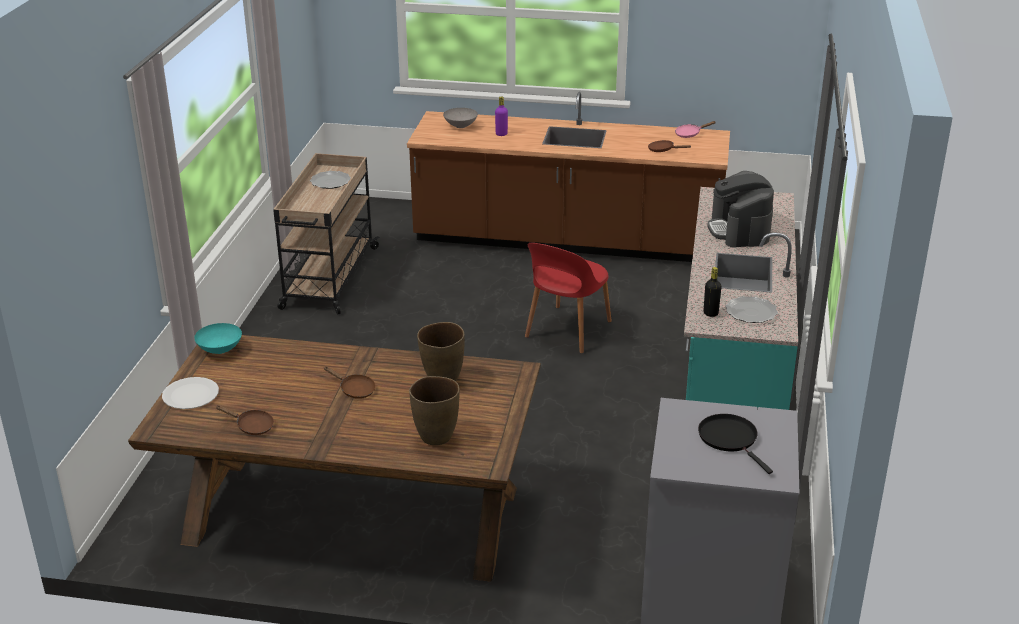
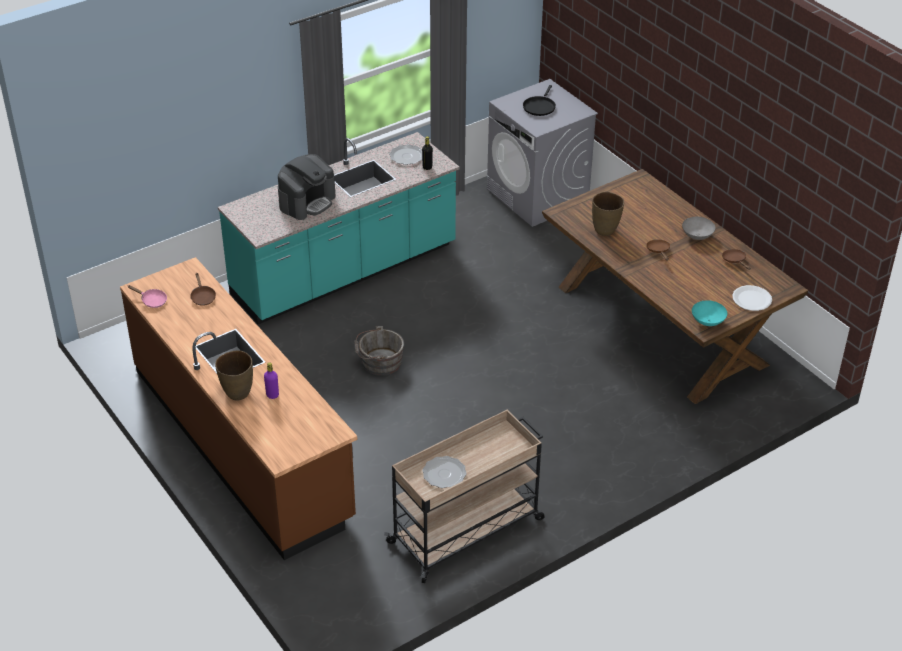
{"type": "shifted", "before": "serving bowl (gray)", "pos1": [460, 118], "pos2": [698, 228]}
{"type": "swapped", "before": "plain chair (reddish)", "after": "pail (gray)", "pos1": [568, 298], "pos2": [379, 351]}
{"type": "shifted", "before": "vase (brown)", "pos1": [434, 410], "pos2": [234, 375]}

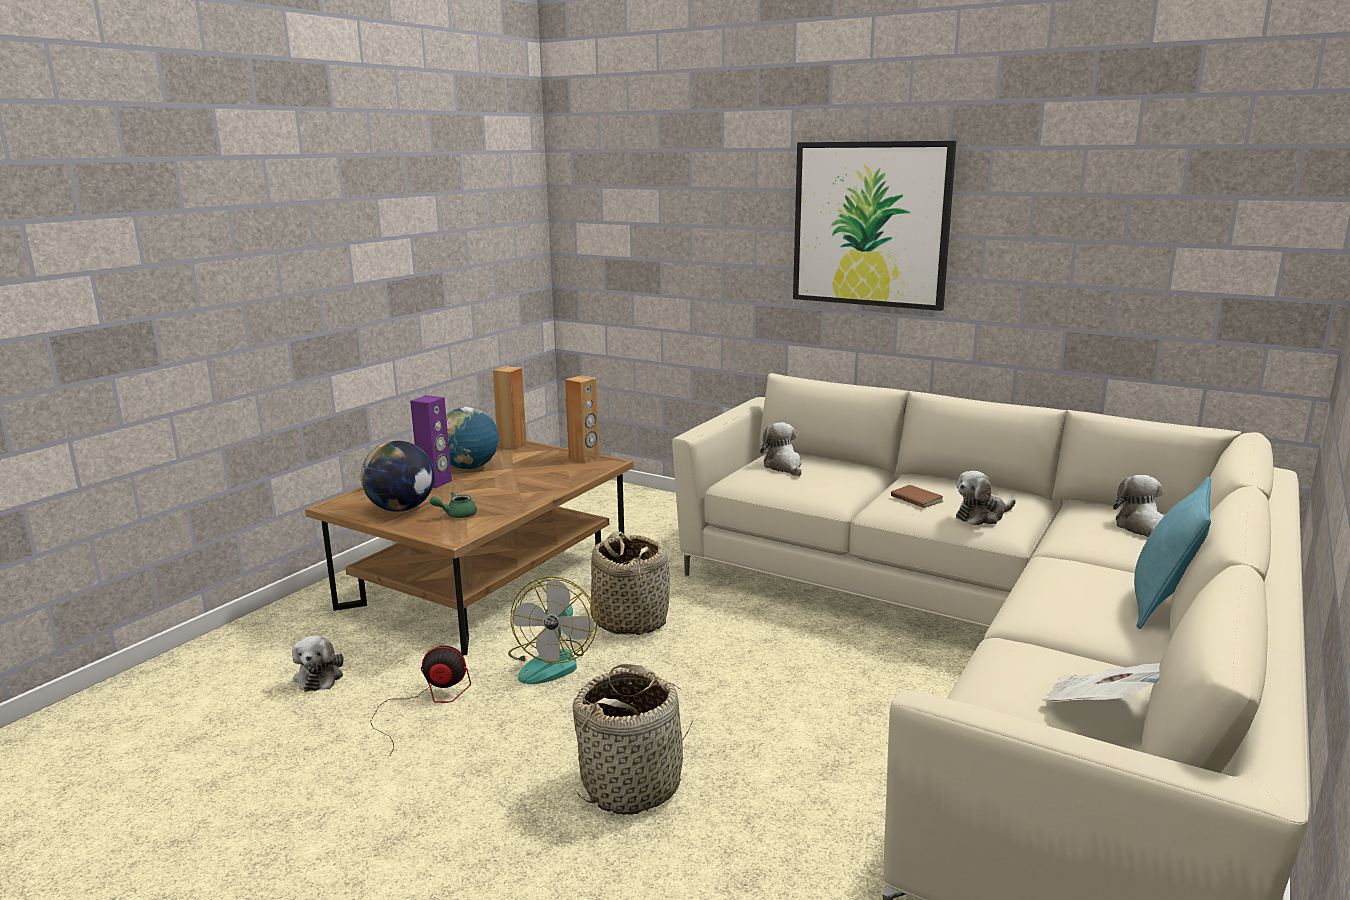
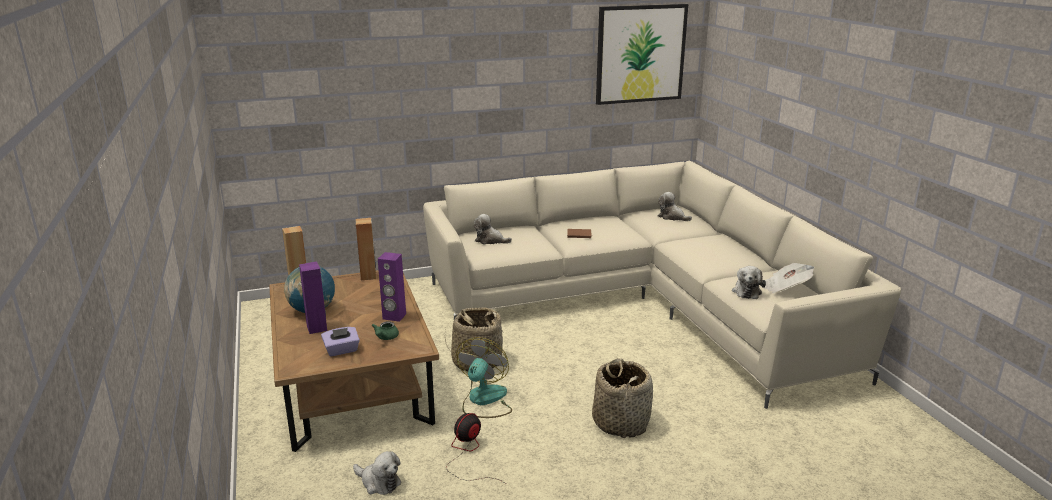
{"type": "shifted", "before": "wall art", "pos1": [874, 226], "pos2": [642, 54]}
{"type": "swapped", "before": "world globe", "after": "tissue holder (purplish)", "pos1": [398, 476], "pos2": [340, 341]}
{"type": "shifted", "before": "soft toy", "pos1": [986, 498], "pos2": [749, 282]}
{"type": "gone", "before": "throw pillow (turquoise-coloured)", "pos1": [1172, 553]}
{"type": "rotated", "before": "fan", "pos1": [552, 630], "pos2": [484, 377], "turn": -120}
{"type": "new", "after": "loudspeaker (purplish)", "pos2": [392, 287]}

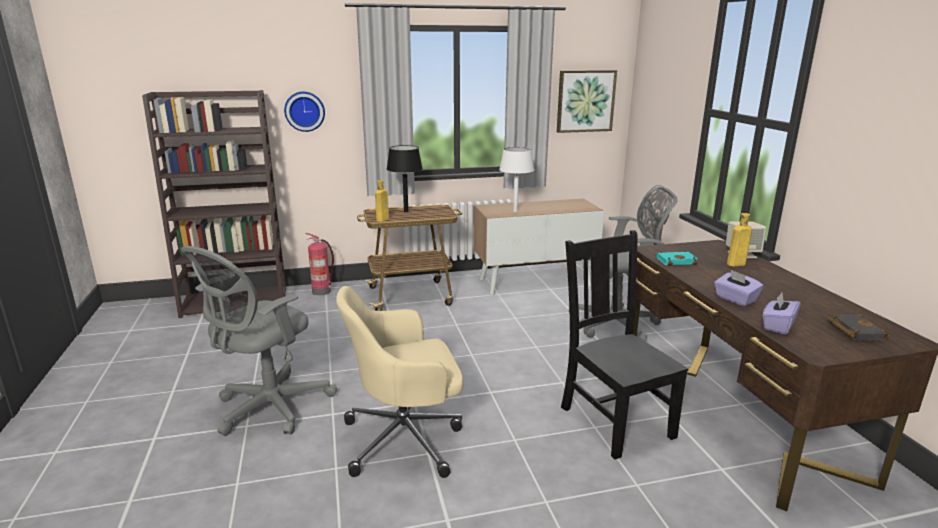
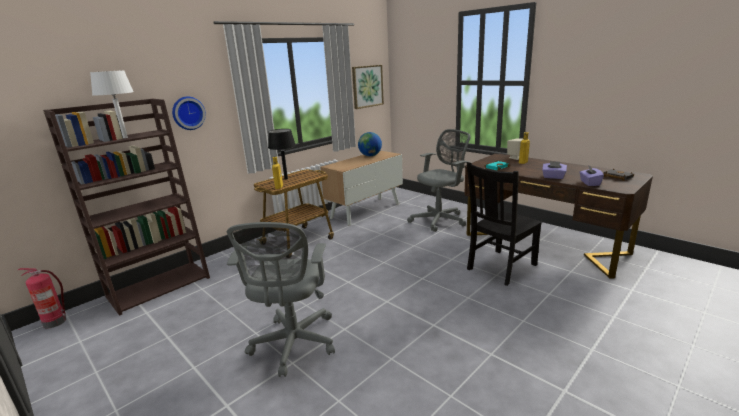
{"type": "shifted", "before": "tabletop lamp (whitish)", "pos1": [516, 179], "pos2": [112, 104]}
{"type": "rotated", "before": "plain chair (black-coloured)", "pos1": [624, 344], "pos2": [504, 224], "turn": -75}
{"type": "shifted", "before": "fire extinguisher", "pos1": [319, 264], "pos2": [42, 298]}
{"type": "gone", "before": "desk chair (beige)", "pos1": [400, 382]}
{"type": "new", "after": "world globe", "pos2": [370, 144]}

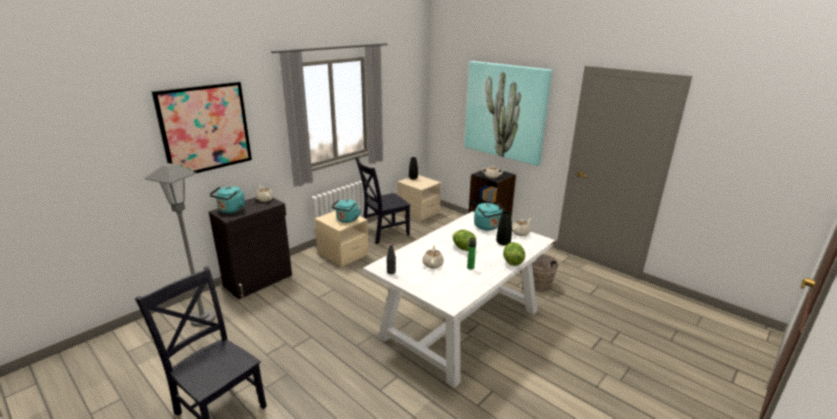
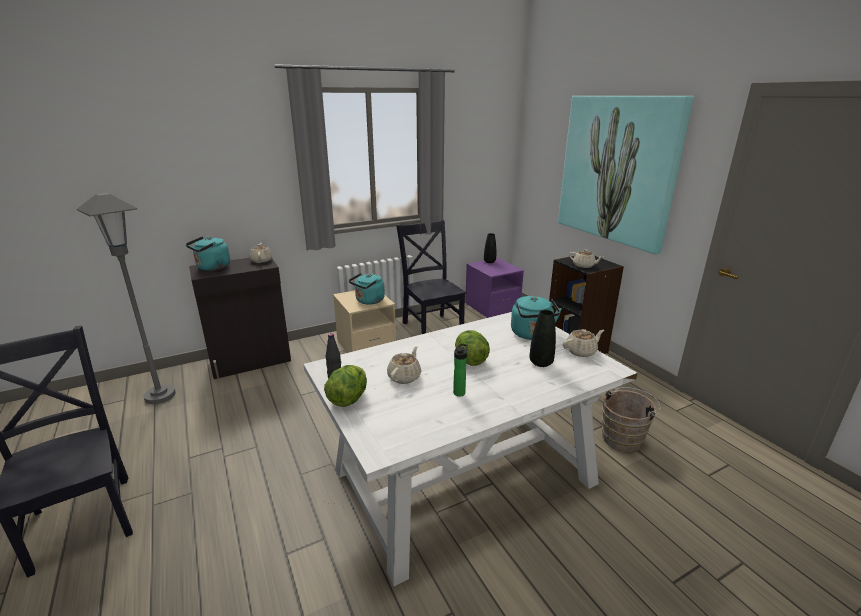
{"type": "gone", "before": "wall art", "pos1": [201, 127]}
{"type": "rotated", "before": "plain chair (black-coloured)", "pos1": [382, 200], "pos2": [431, 276], "turn": 75}
{"type": "repainted", "before": "nightstand (beige)", "after": "nightstand (purplish)", "pos1": [419, 198], "pos2": [494, 288]}
{"type": "shifted", "before": "lettuce head", "pos1": [514, 254], "pos2": [345, 386]}

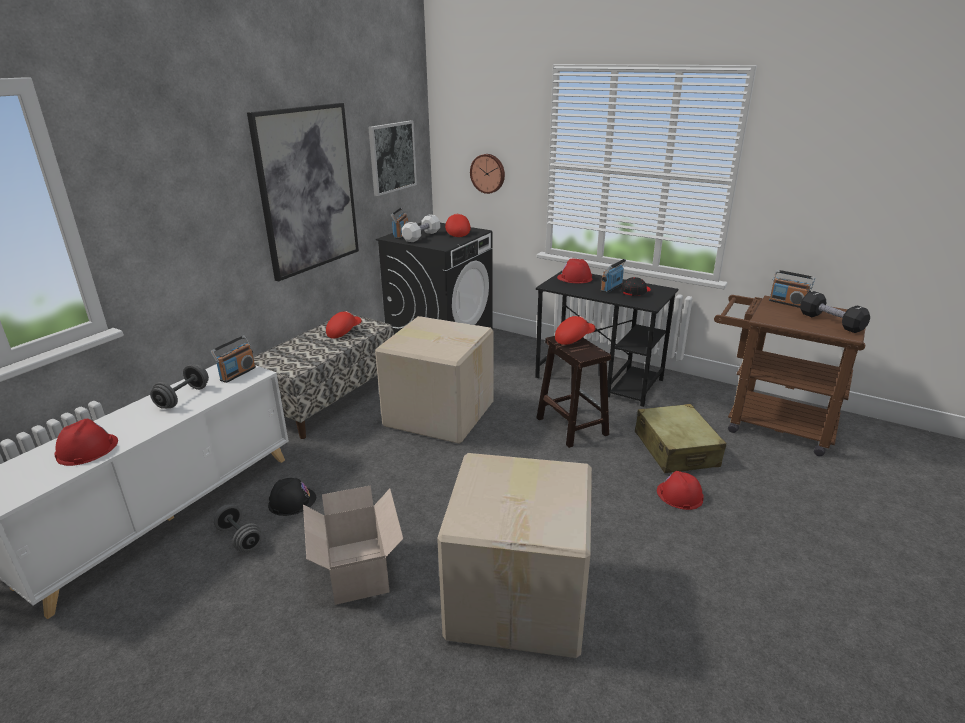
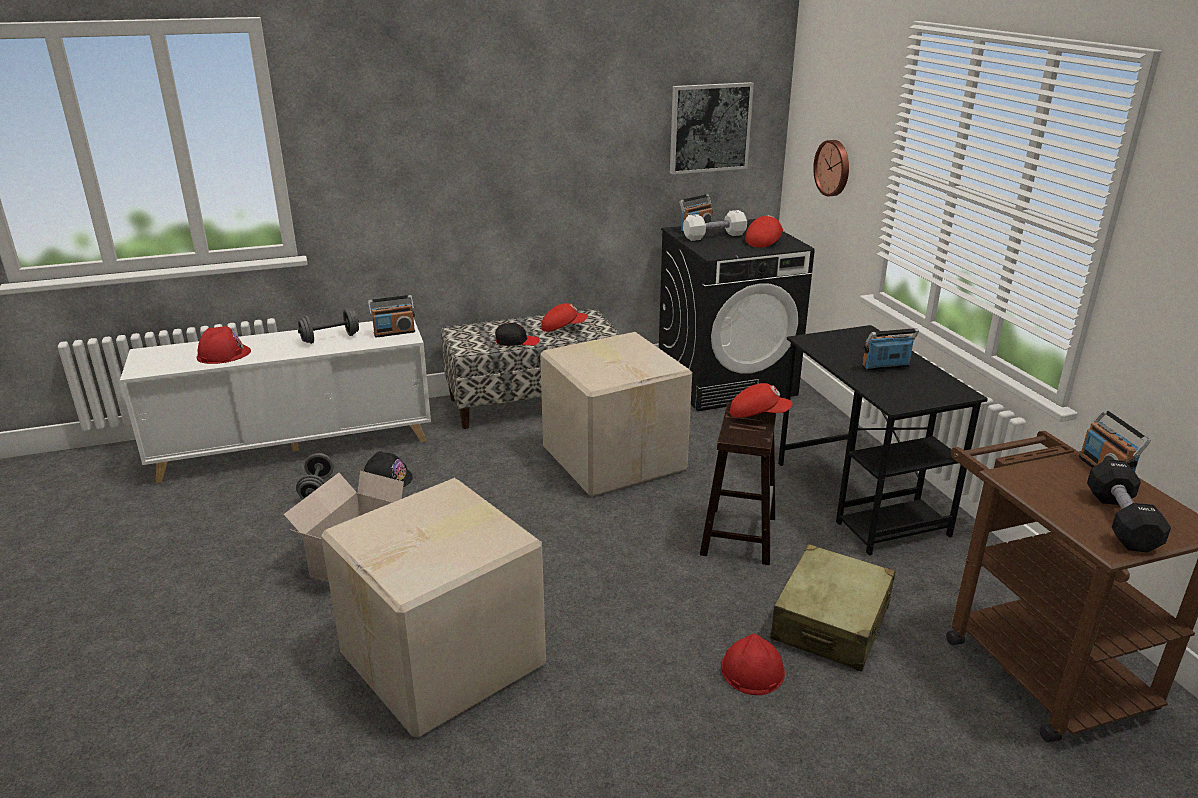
{"type": "gone", "before": "wall art", "pos1": [303, 192]}
{"type": "gone", "before": "safety helmet (reddish)", "pos1": [574, 271]}
{"type": "shifted", "before": "cap (black-coloured)", "pos1": [636, 286], "pos2": [517, 334]}

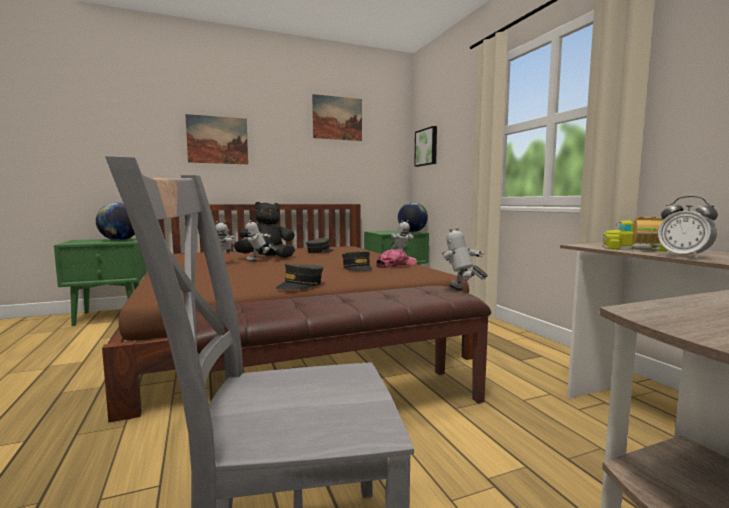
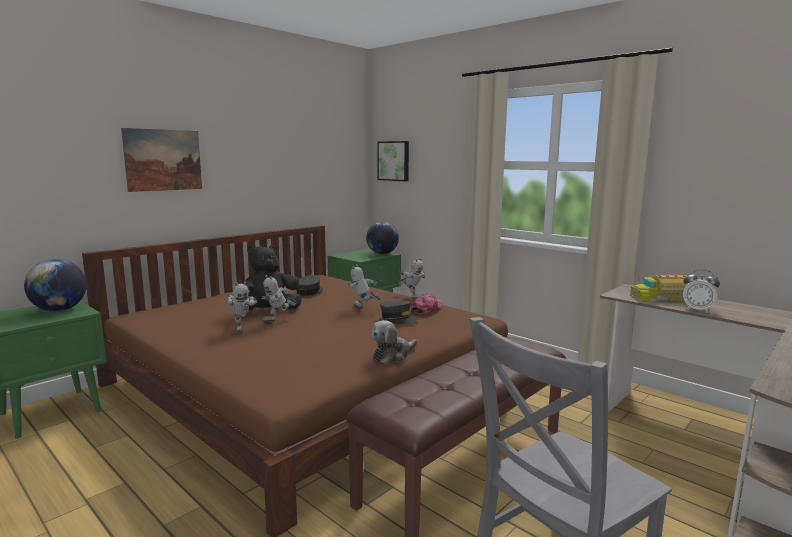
{"type": "gone", "before": "wall art", "pos1": [337, 117]}
{"type": "shifted", "before": "model robot", "pos1": [465, 259], "pos2": [364, 286]}
{"type": "swapped", "before": "cap (gray)", "after": "soft toy", "pos1": [299, 277], "pos2": [394, 342]}

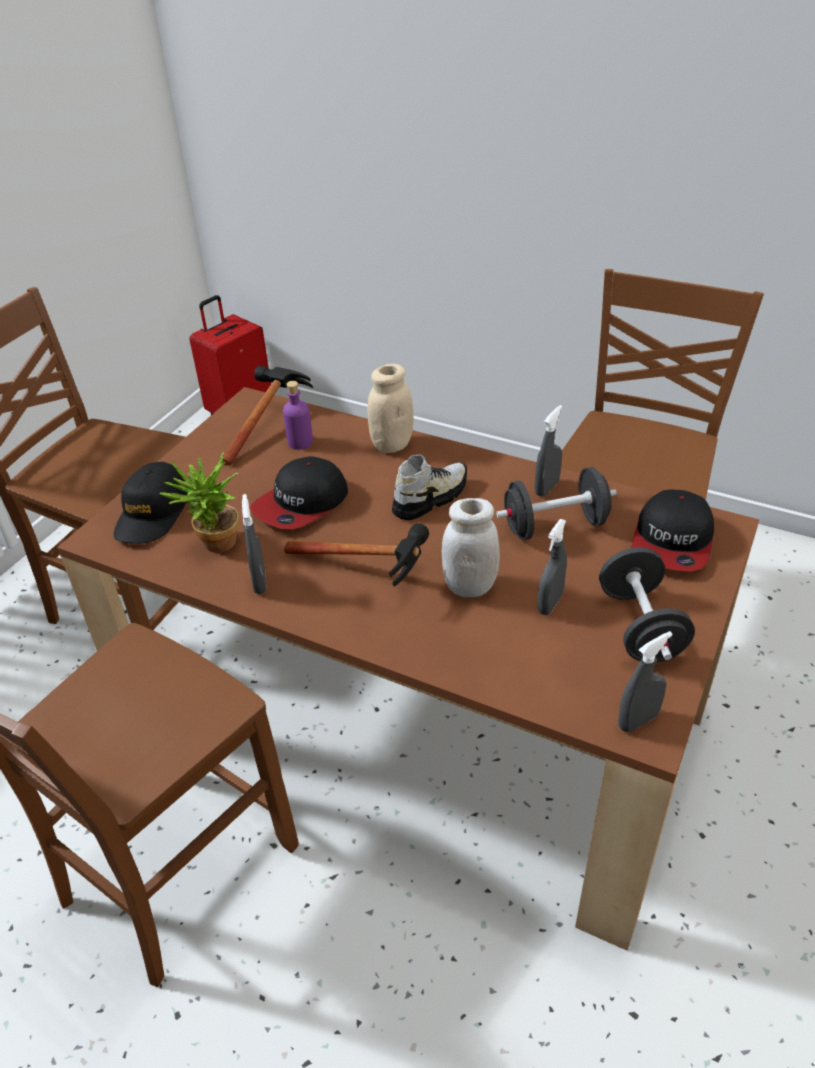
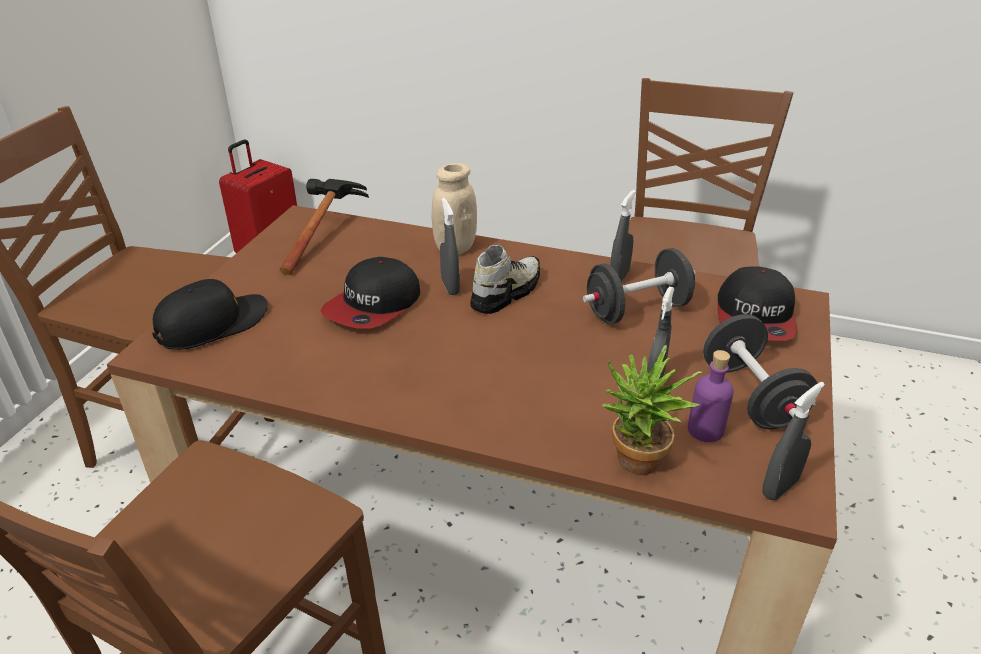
{"type": "shifted", "before": "drink bottle (purplish)", "pos1": [298, 415], "pos2": [711, 396]}
{"type": "shifted", "before": "houseplant", "pos1": [200, 502], "pos2": [652, 410]}
{"type": "rotated", "before": "cap (black-coloured)", "pos1": [151, 503], "pos2": [210, 314], "turn": -135}
{"type": "shifted", "before": "hand sprayer (gray)", "pos1": [254, 544], "pos2": [450, 246]}
{"type": "gone", "before": "jar (whitish)", "pos1": [471, 547]}
{"type": "gone", "before": "hammer", "pos1": [356, 554]}

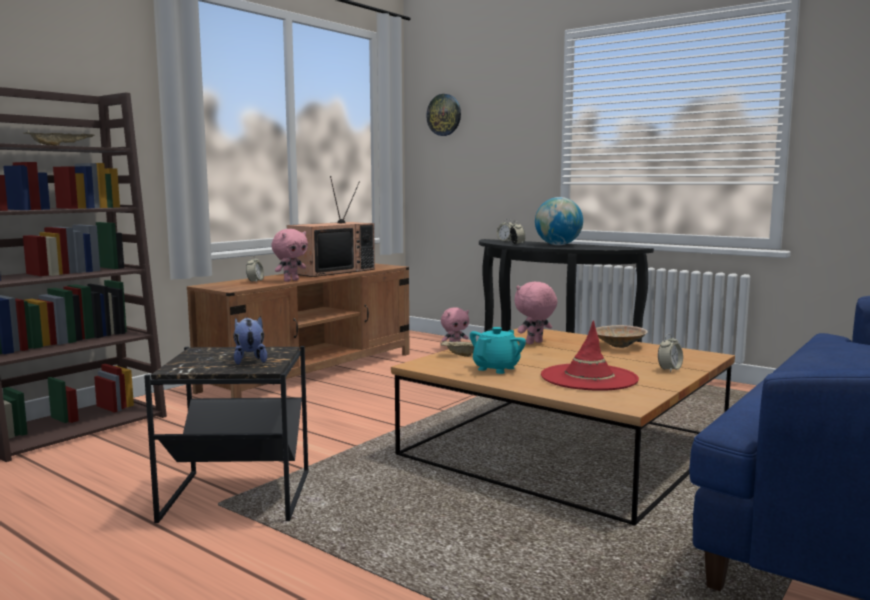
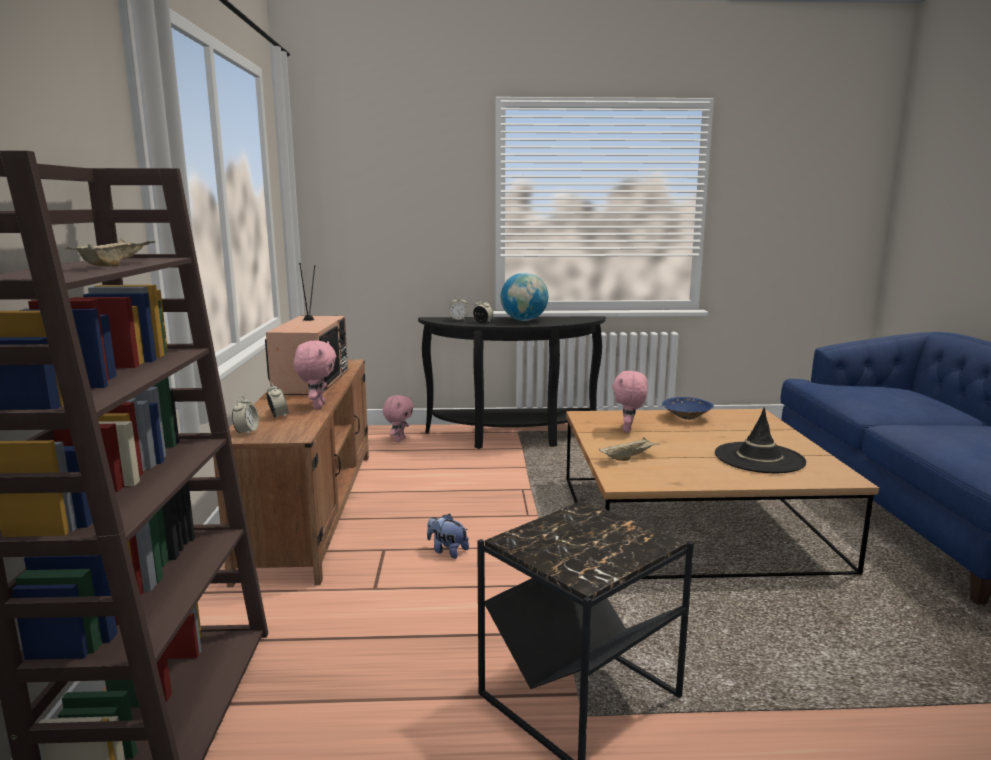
{"type": "gone", "before": "hanging clock", "pos1": [443, 115]}
{"type": "shifted", "before": "soft toy", "pos1": [250, 340], "pos2": [448, 536]}
{"type": "repainted", "before": "wearable hat (reddish)", "after": "wearable hat (black-coloured)", "pos1": [590, 355], "pos2": [760, 440]}
{"type": "repainted", "before": "serving bowl (beige)", "after": "serving bowl (blue)", "pos1": [622, 336], "pos2": [688, 408]}
{"type": "gone", "before": "pot for tea (turquoise-coloured)", "pos1": [498, 350]}
{"type": "shifted", "before": "bedside clock", "pos1": [670, 353], "pos2": [245, 415]}

